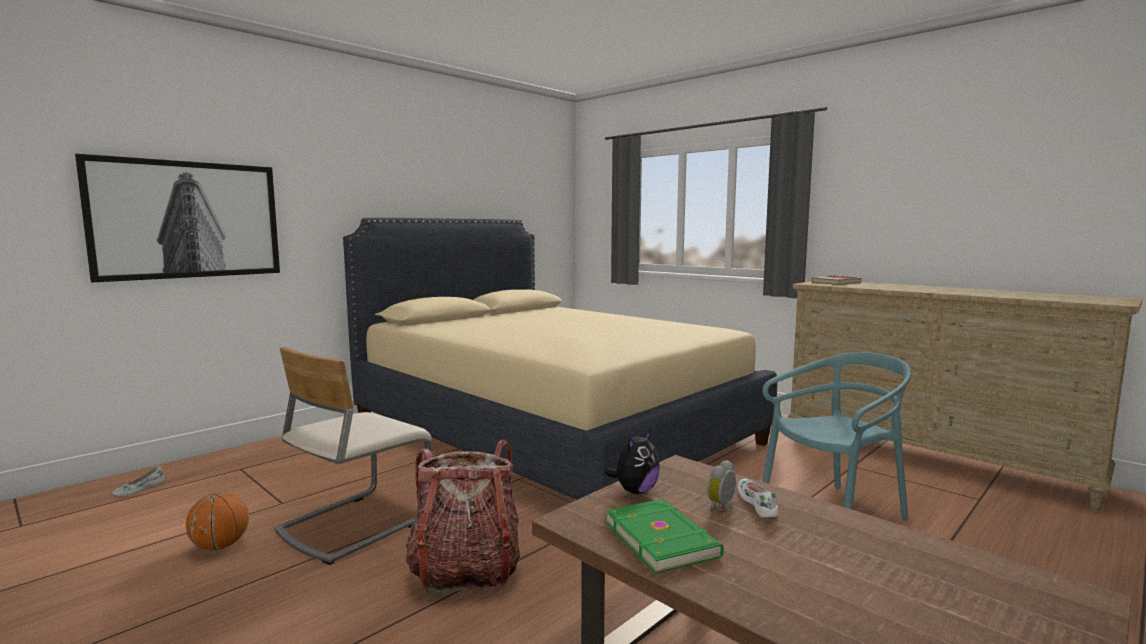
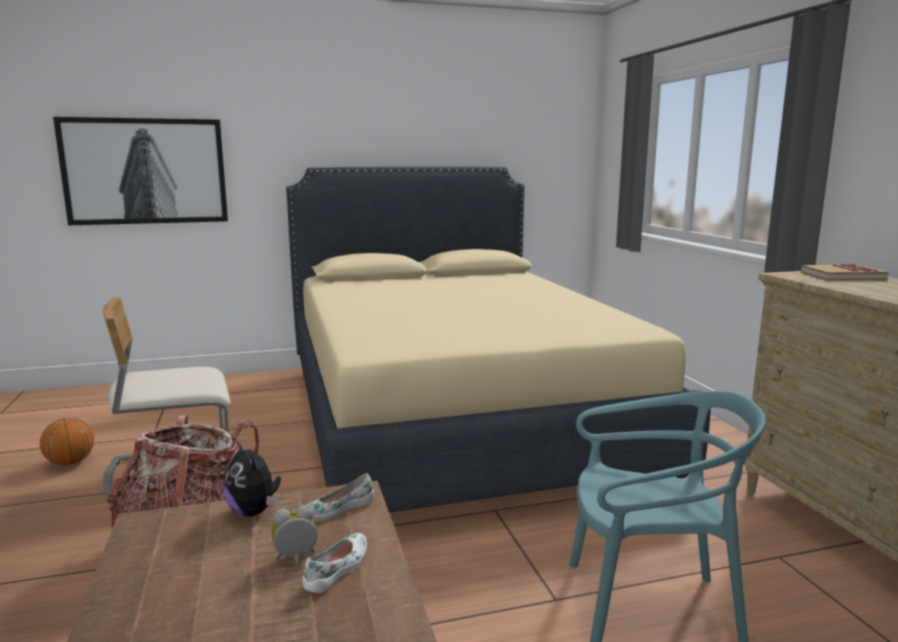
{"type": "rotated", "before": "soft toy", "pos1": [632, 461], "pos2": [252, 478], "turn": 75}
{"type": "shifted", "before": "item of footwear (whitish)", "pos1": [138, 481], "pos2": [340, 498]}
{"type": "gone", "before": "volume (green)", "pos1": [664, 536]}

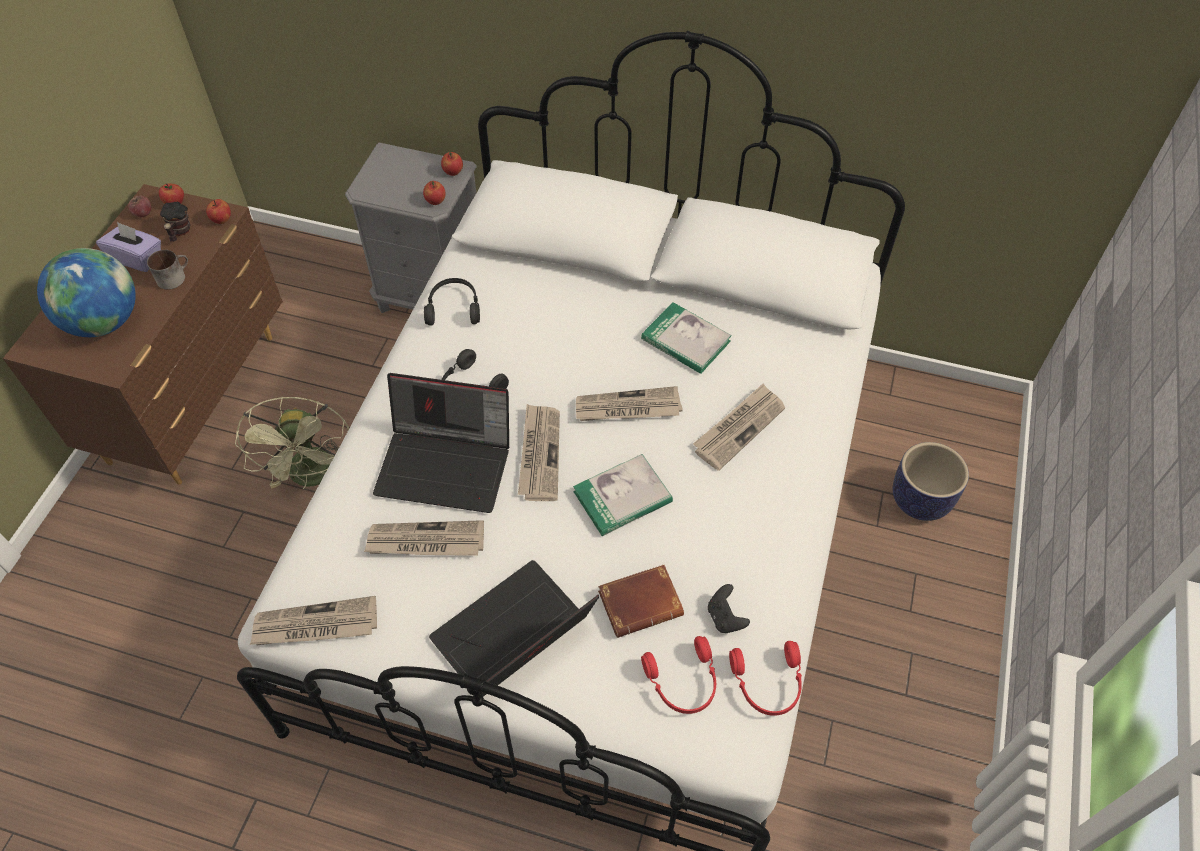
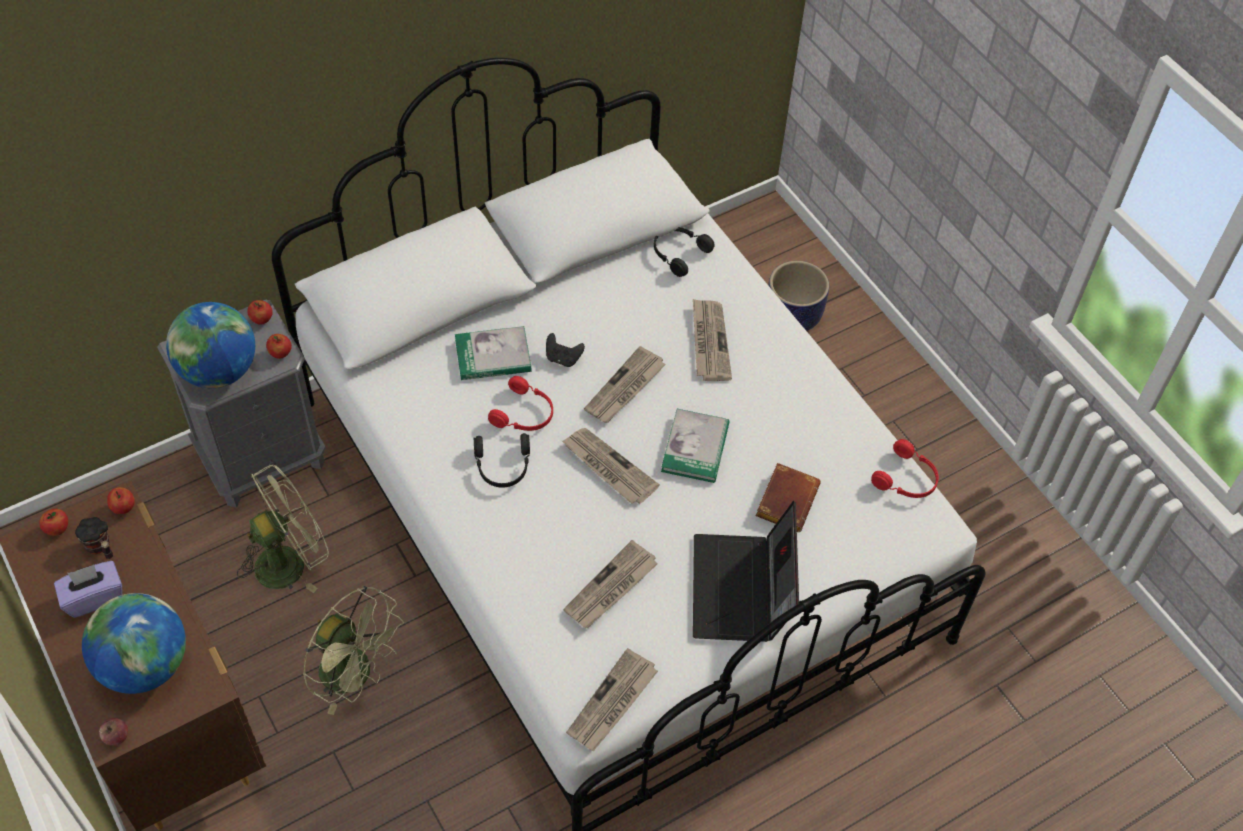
{"type": "shifted", "before": "apple fruit", "pos1": [139, 206], "pos2": [113, 731]}
{"type": "gone", "before": "tea mug", "pos1": [167, 270]}
{"type": "shifted", "before": "pair of headphones (black-coloured)", "pos1": [452, 302], "pos2": [684, 252]}
{"type": "shifted", "before": "volume", "pos1": [686, 338], "pos2": [493, 353]}
{"type": "gone", "before": "laptop", "pos1": [441, 443]}
{"type": "shifted", "before": "game controller (black-coloured)", "pos1": [729, 608], "pos2": [565, 350]}
{"type": "shifted", "before": "pair of headphones (reddish)", "pos1": [678, 675], "pos2": [520, 403]}
{"type": "new", "after": "world globe", "pos2": [210, 345]}
{"type": "new", "after": "fan (green)", "pos2": [283, 529]}

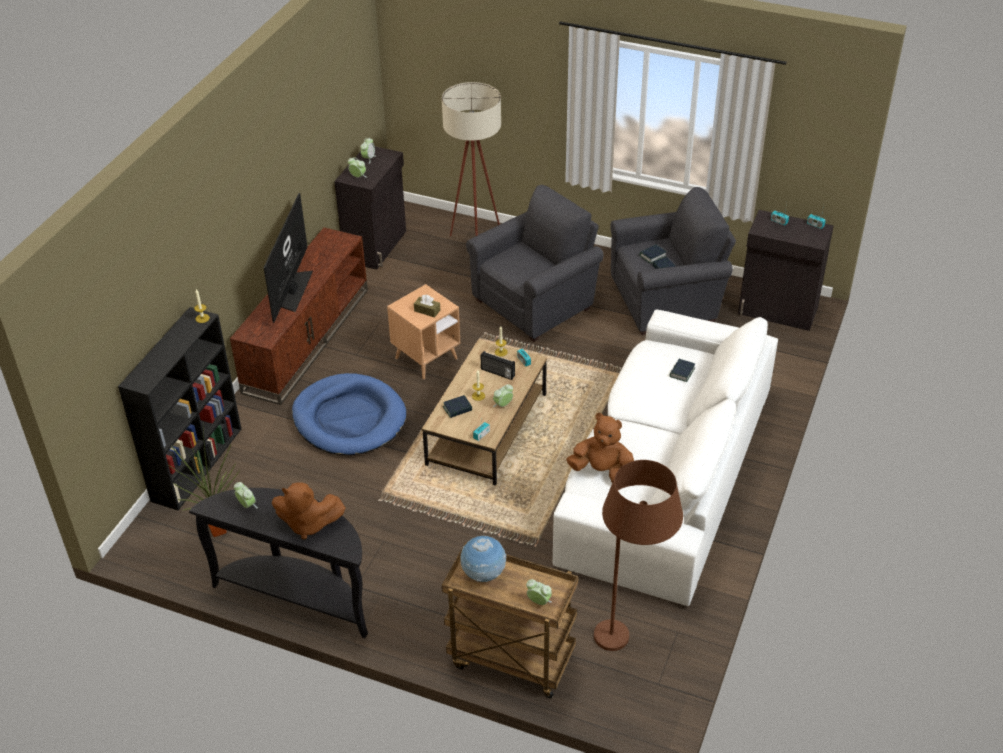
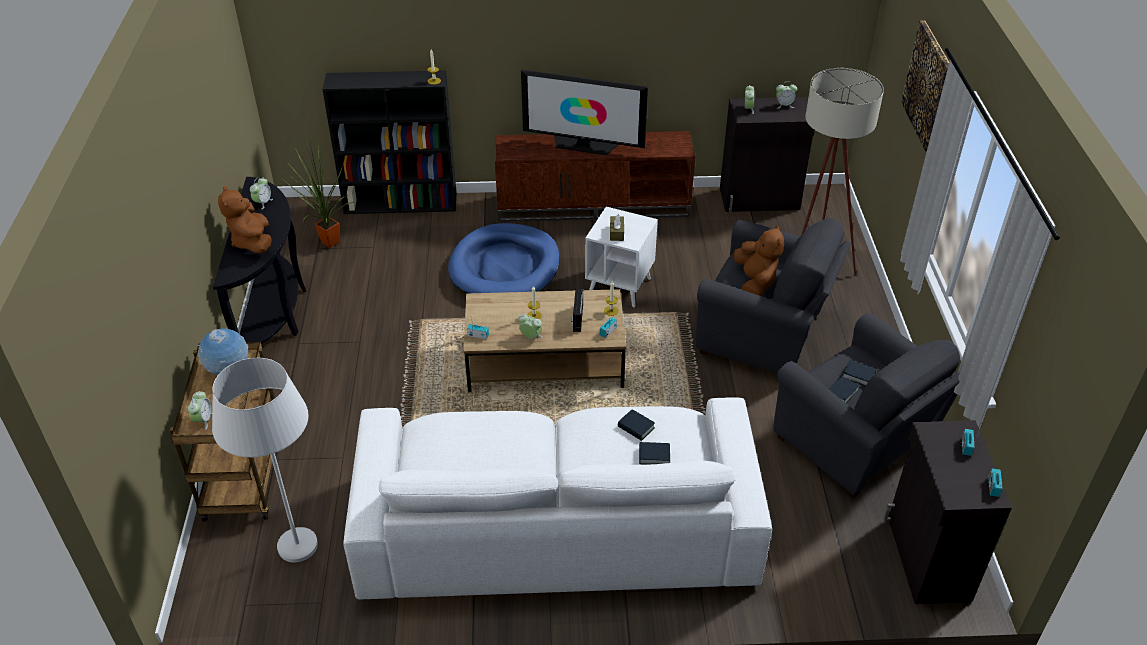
{"type": "rotated", "before": "TV", "pos1": [288, 258], "pos2": [584, 112], "turn": -150}
{"type": "repainted", "before": "side table (brown)", "after": "side table (whitish)", "pos1": [423, 332], "pos2": [621, 257]}
{"type": "shifted", "before": "volume", "pos1": [457, 406], "pos2": [636, 425]}
{"type": "shifted", "before": "soft toy (brown)", "pos1": [600, 448], "pos2": [759, 260]}
{"type": "repainted", "before": "standard lamp (brown)", "after": "standard lamp (whitish)", "pos1": [638, 555], "pos2": [265, 460]}
{"type": "new", "after": "wall art", "pos2": [925, 86]}

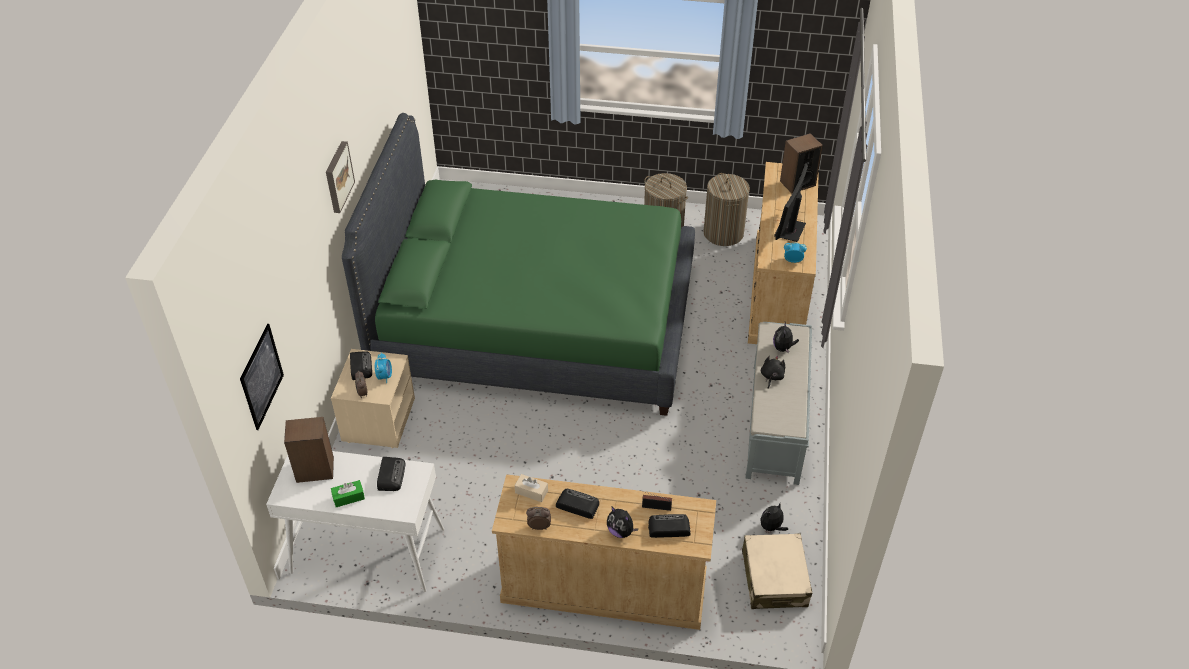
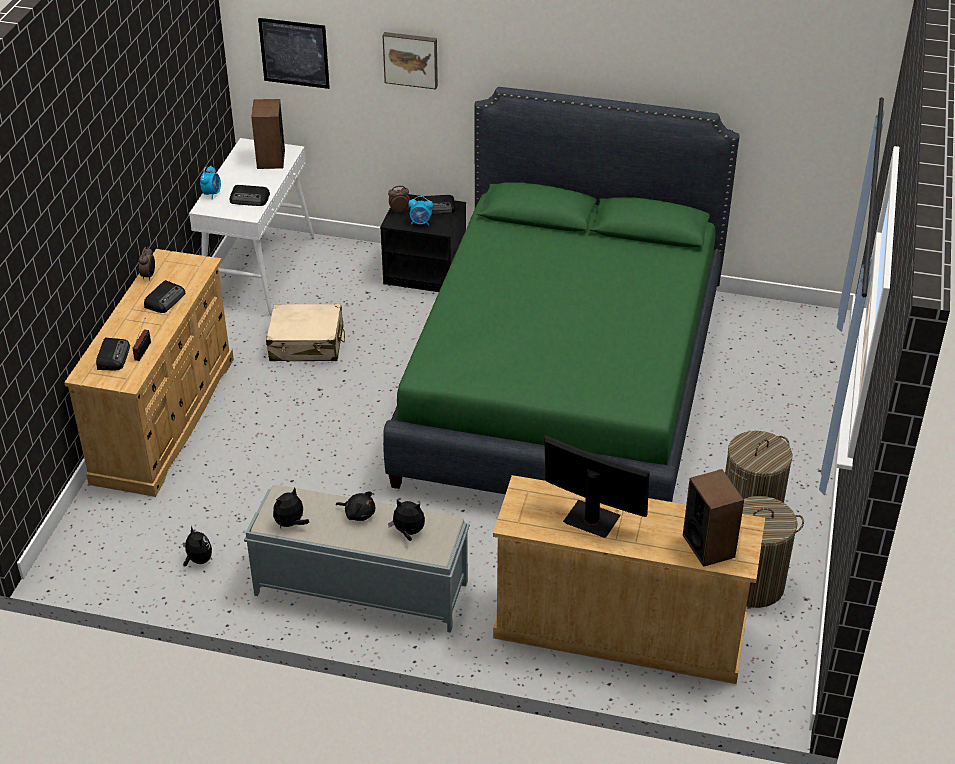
{"type": "shifted", "before": "wall art", "pos1": [340, 177], "pos2": [410, 60]}
{"type": "shifted", "before": "bedside clock", "pos1": [795, 253], "pos2": [210, 183]}
{"type": "repainted", "before": "nightstand (beige)", "after": "nightstand (black-coloured)", "pos1": [373, 398], "pos2": [423, 243]}
{"type": "gone", "before": "tissue holder (beige)", "pos1": [531, 488]}
{"type": "gone", "before": "tissue holder (green)", "pos1": [348, 493]}
{"type": "shifted", "before": "soft toy", "pos1": [623, 522], "pos2": [291, 508]}
{"type": "shifted", "before": "suitcase (beige)", "pos1": [777, 571], "pos2": [305, 332]}

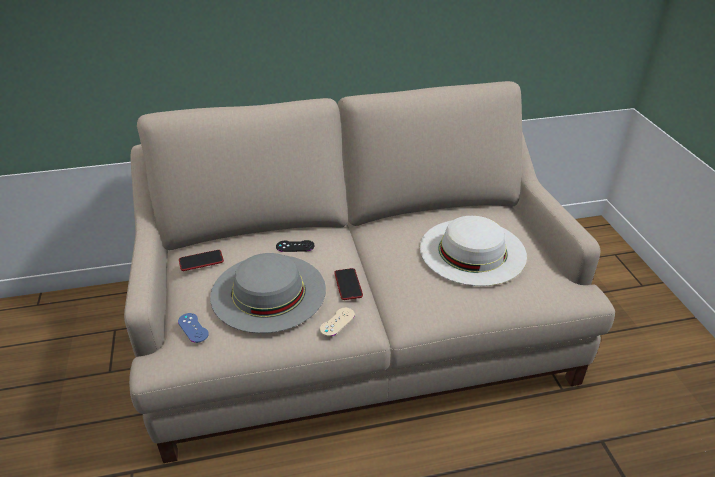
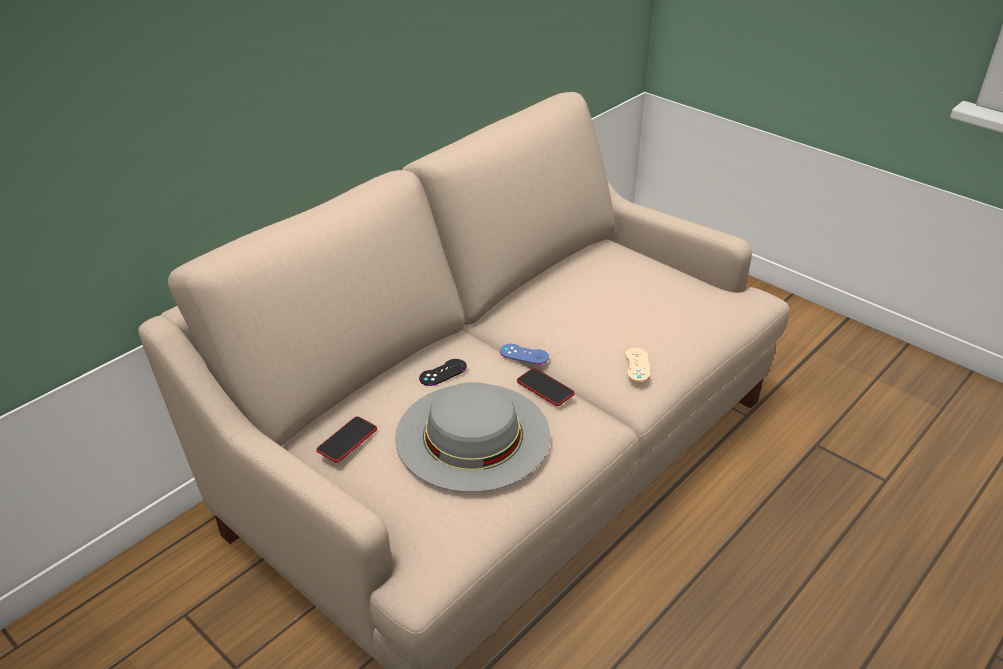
{"type": "gone", "before": "wearable hat (whitish)", "pos1": [473, 251]}
{"type": "shifted", "before": "game controller (beige)", "pos1": [337, 322], "pos2": [637, 365]}
{"type": "shifted", "before": "game controller (blue)", "pos1": [193, 328], "pos2": [524, 354]}

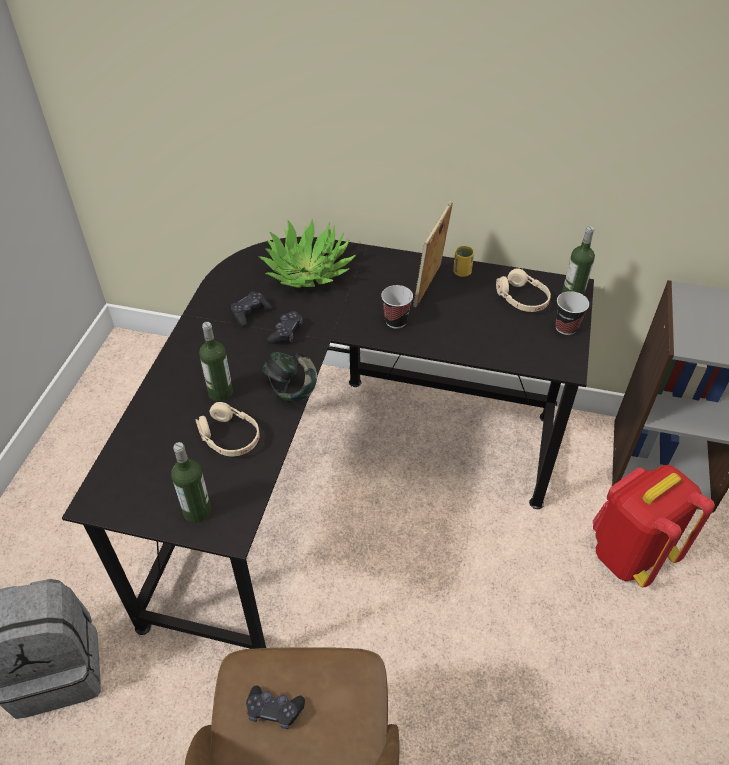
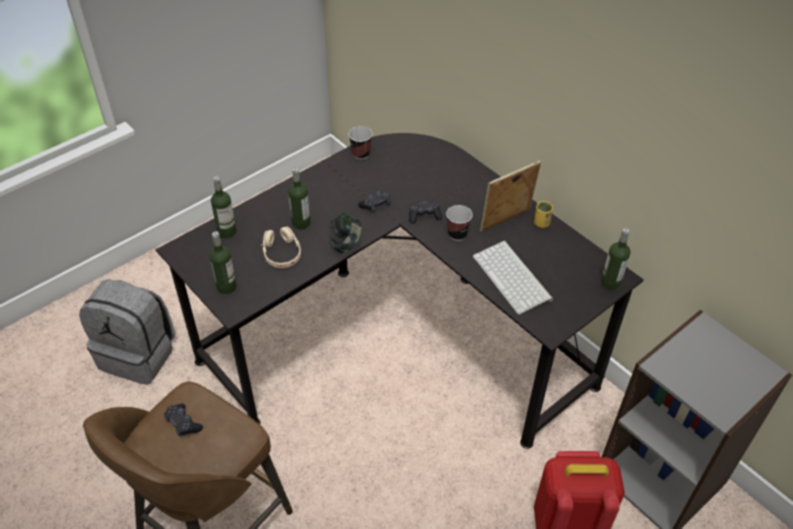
{"type": "gone", "before": "houseplant", "pos1": [307, 253]}
{"type": "gone", "before": "pair of headphones (beige)", "pos1": [523, 290]}
{"type": "shifted", "before": "game controller (black-coloured)", "pos1": [251, 309], "pos2": [425, 212]}
{"type": "shifted", "before": "small cup", "pos1": [572, 313], "pos2": [360, 143]}
{"type": "new", "after": "drink bottle", "pos2": [223, 207]}
{"type": "new", "after": "computer keyboard", "pos2": [513, 278]}

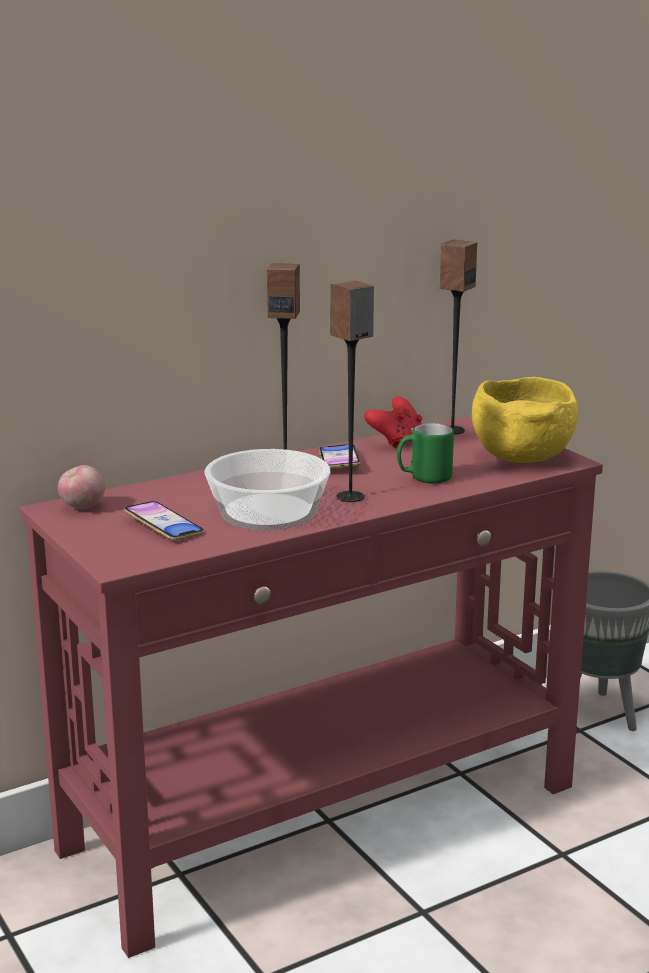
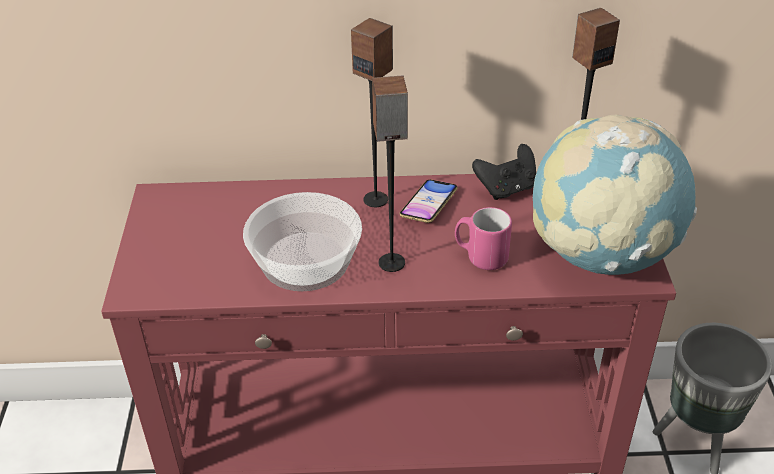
{"type": "swapped", "before": "serving bowl (yellow)", "after": "world globe", "pos1": [525, 420], "pos2": [615, 195]}
{"type": "repainted", "before": "game controller (reddish)", "after": "game controller (black-coloured)", "pos1": [393, 422], "pos2": [504, 172]}
{"type": "repainted", "before": "tea mug (green)", "after": "tea mug (pinkish)", "pos1": [425, 453], "pos2": [483, 238]}
{"type": "gone", "before": "apple fruit", "pos1": [81, 487]}
{"type": "gone", "before": "phone", "pos1": [164, 521]}

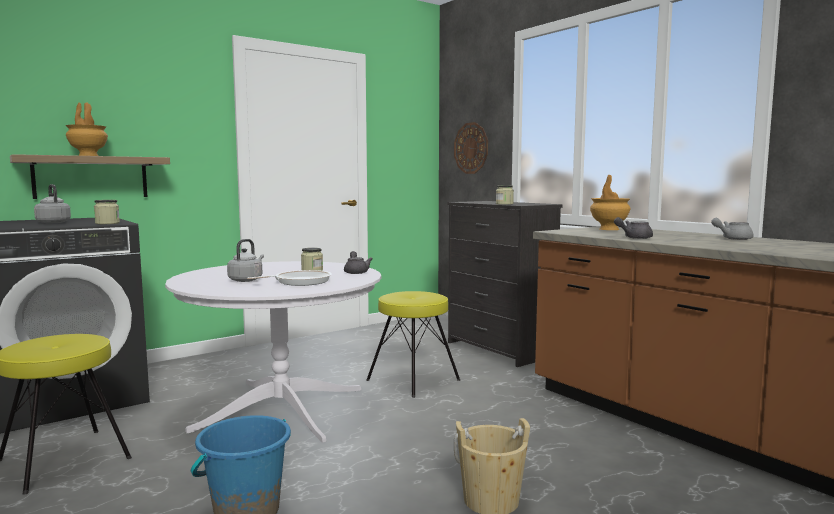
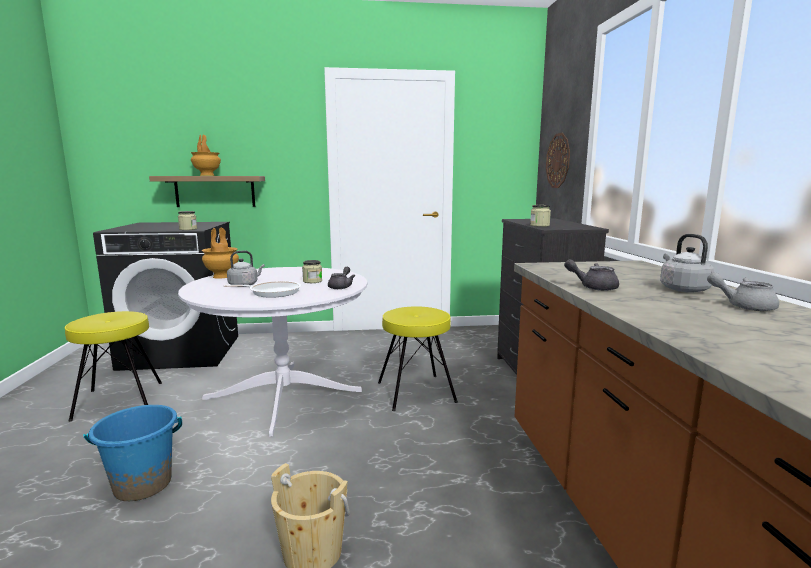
{"type": "shifted", "before": "vase (brown)", "pos1": [610, 202], "pos2": [220, 253]}
{"type": "shifted", "before": "tea kettle (gray)", "pos1": [52, 203], "pos2": [687, 263]}

